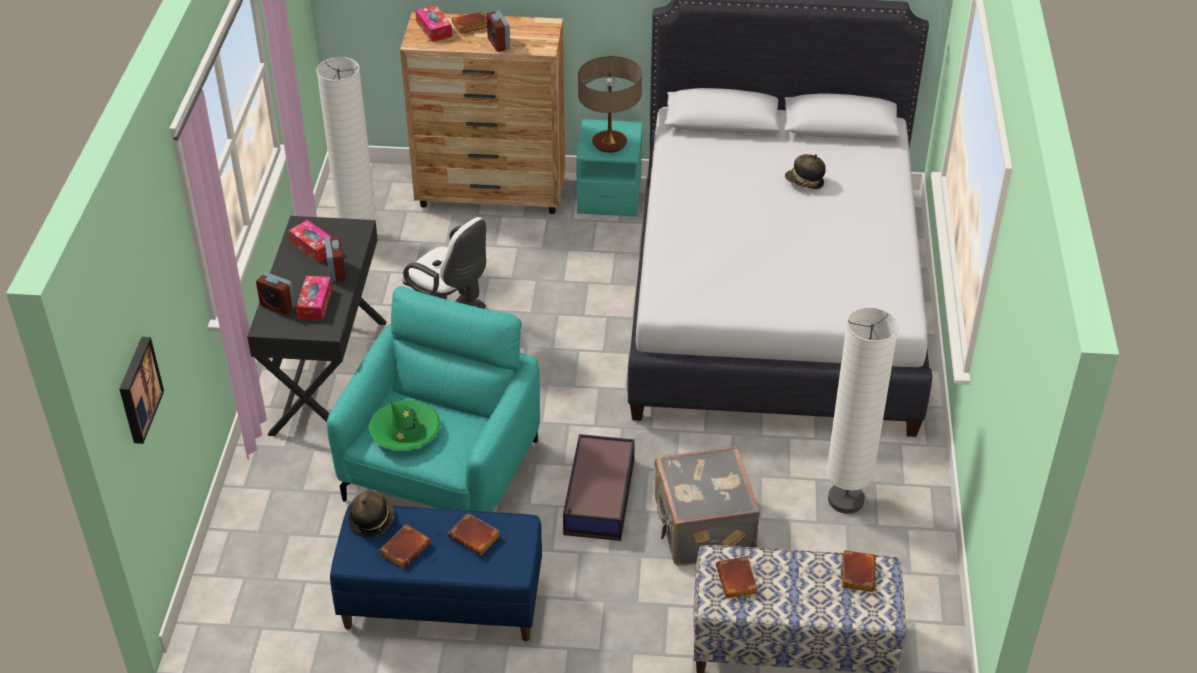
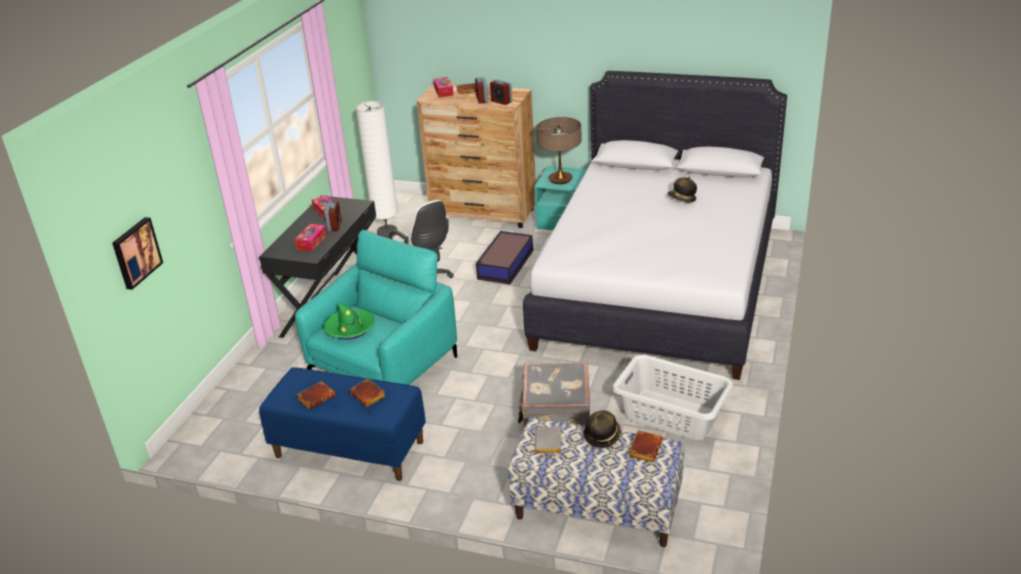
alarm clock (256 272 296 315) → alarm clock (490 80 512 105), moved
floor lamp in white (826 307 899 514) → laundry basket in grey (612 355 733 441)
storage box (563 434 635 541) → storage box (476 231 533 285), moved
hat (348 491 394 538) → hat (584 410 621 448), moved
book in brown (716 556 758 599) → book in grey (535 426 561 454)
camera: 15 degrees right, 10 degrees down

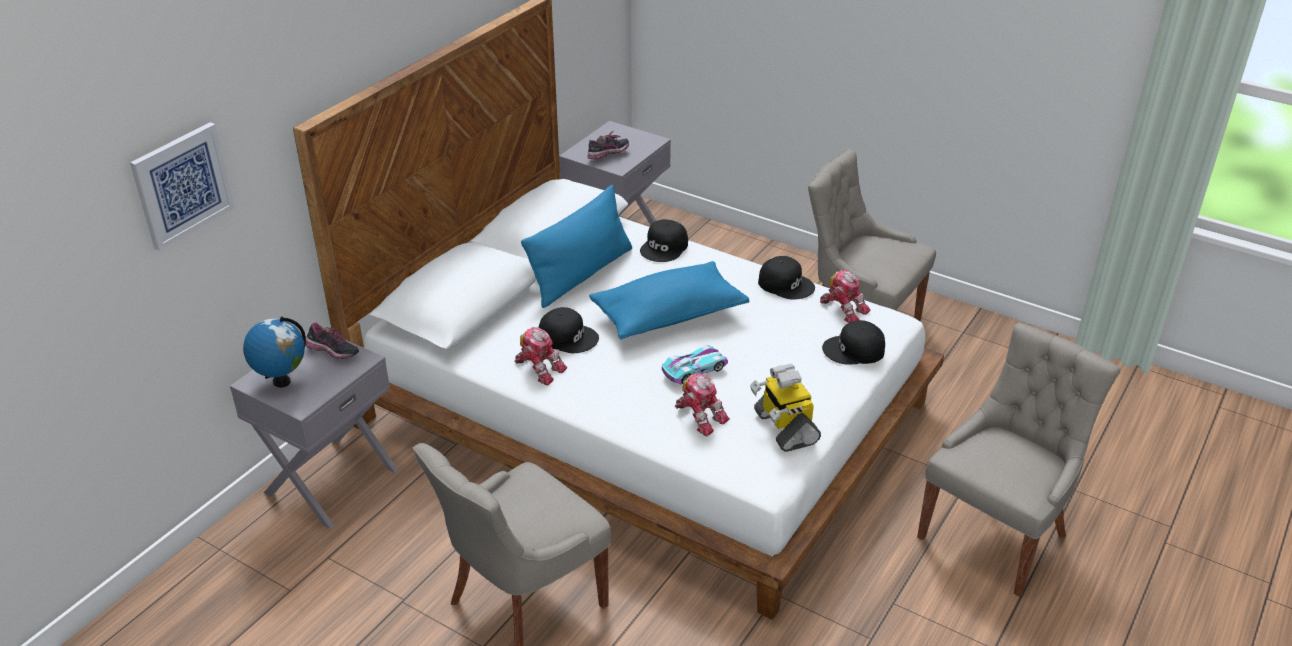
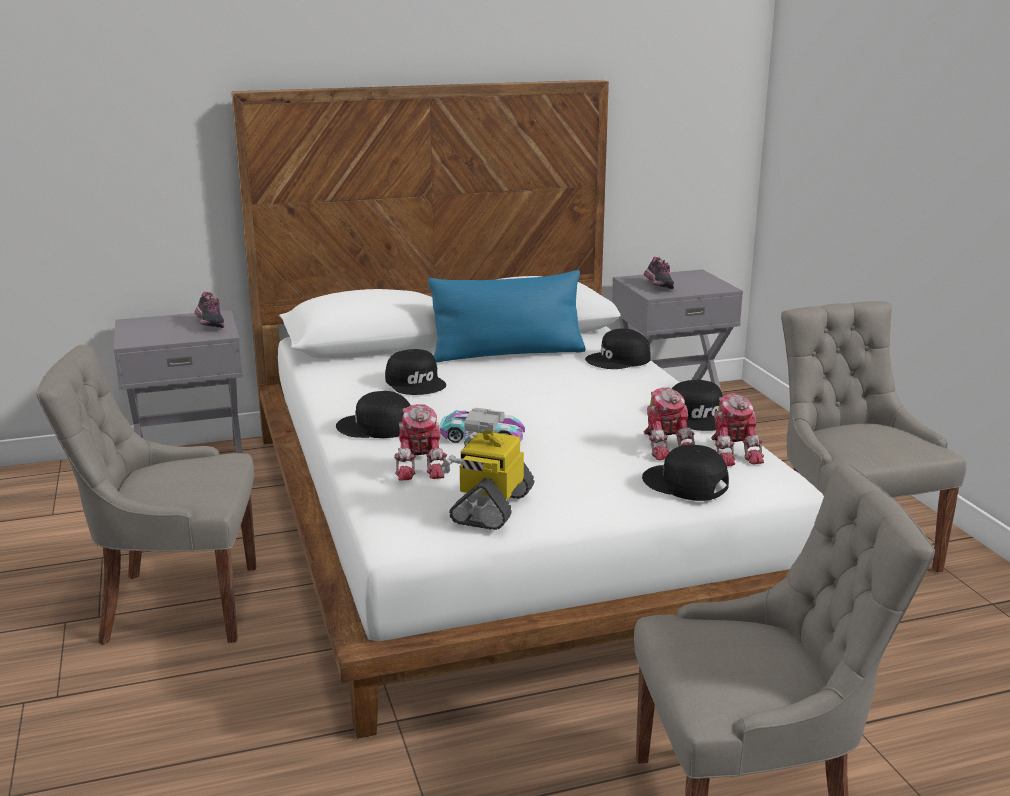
picture (130 122 235 251) → -
shoe (587 131 629 159) → shoe (644 257 674 289), 75 degrees clockwise
pillow in blue (589 261 749 339) → -
globe (243 316 306 388) → -
toy robot (515 327 567 385) → toy robot (644 387 695 460), moved
- → cap in black (336 391 411 438)
camera: 40 degrees right, 15 degrees down

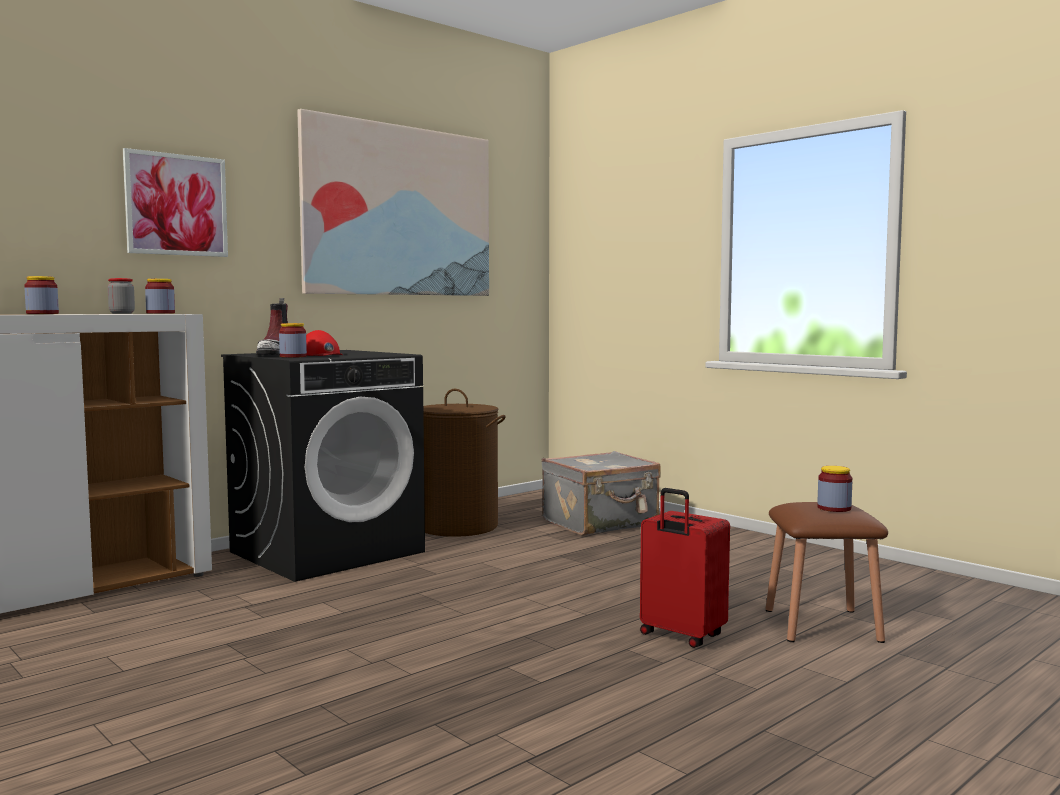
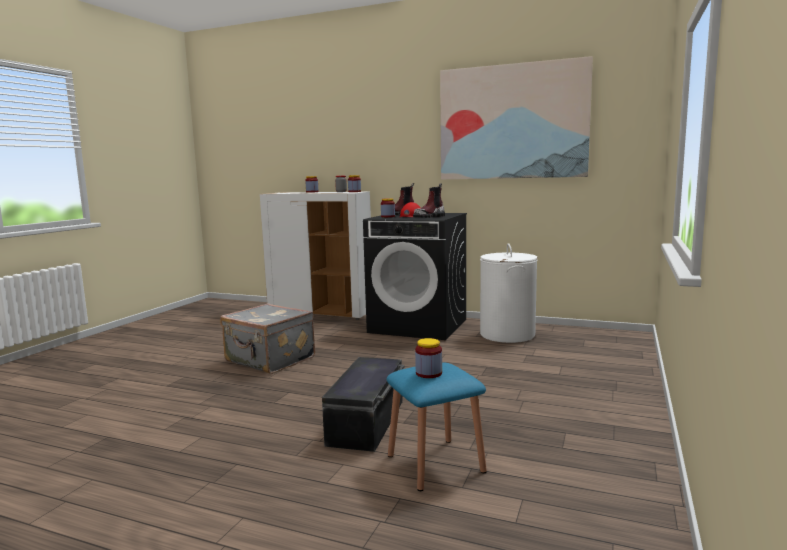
picture (123 148 228 257) → -
laundry basket in brown (423 389 505 537) → laundry basket in white (480 243 538 343)
suitcase in grey (542 451 661 536) → suitcase in grey (220 303 315 374), moved
suitcase in red (640 488 730 648) → storage box in black (322 357 404 452)
stool in brown (766 502 888 643) → stool in blue (387 362 487 491)
- → boot (413 183 445 218)
camera: 65 degrees right, 5 degrees up

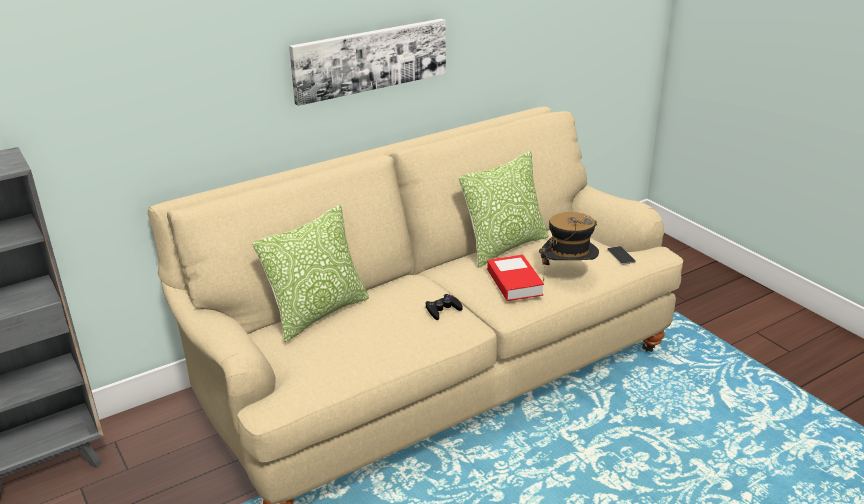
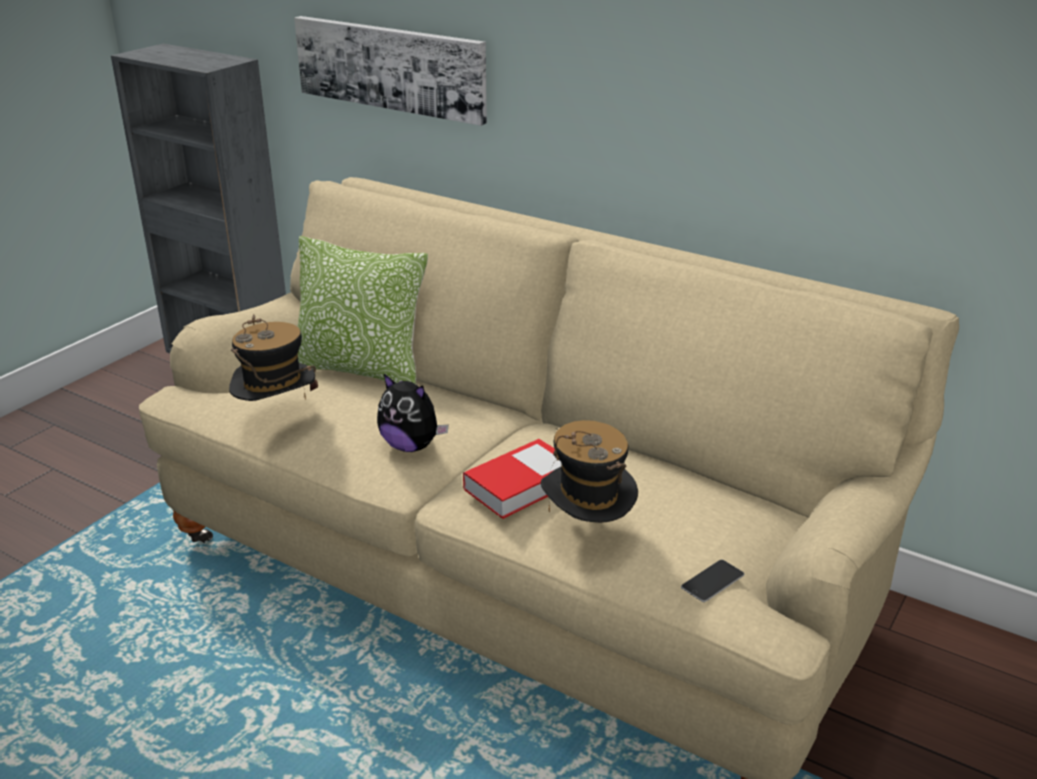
picture (289 19 446 106) → picture (294 16 487 126), moved
pillow (458 151 549 268) → -
game controller in black (425 294 463 320) → plush toy (377 374 449 452)
- → hat (229 314 318 401)
camera: 65 degrees right, 0 degrees up

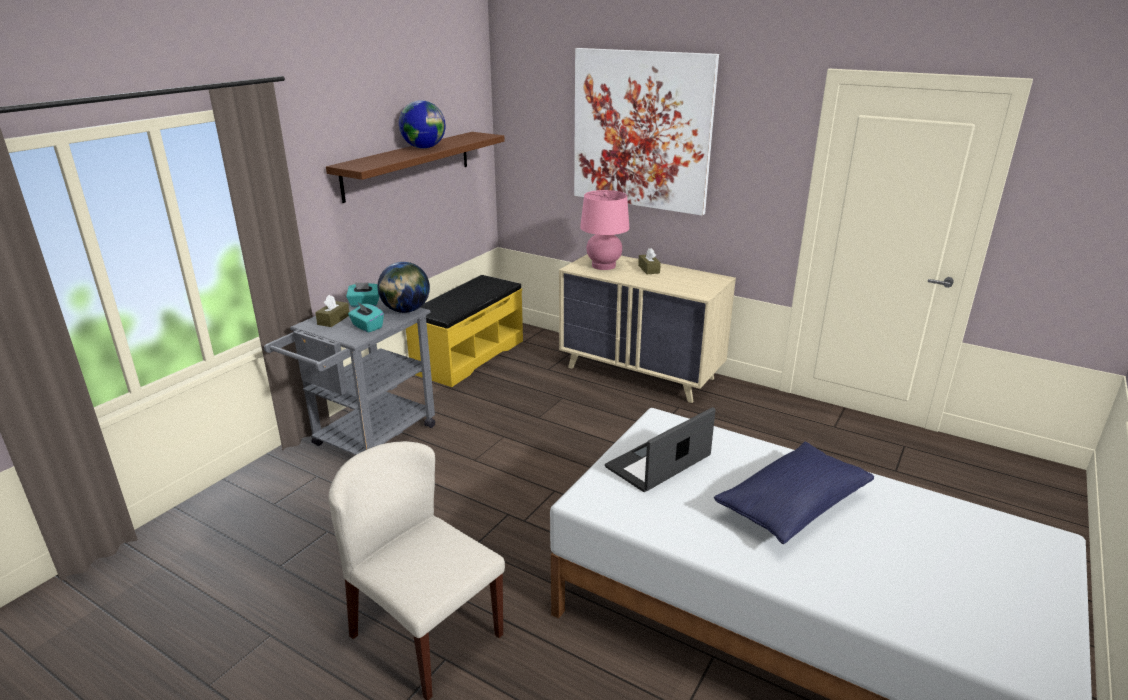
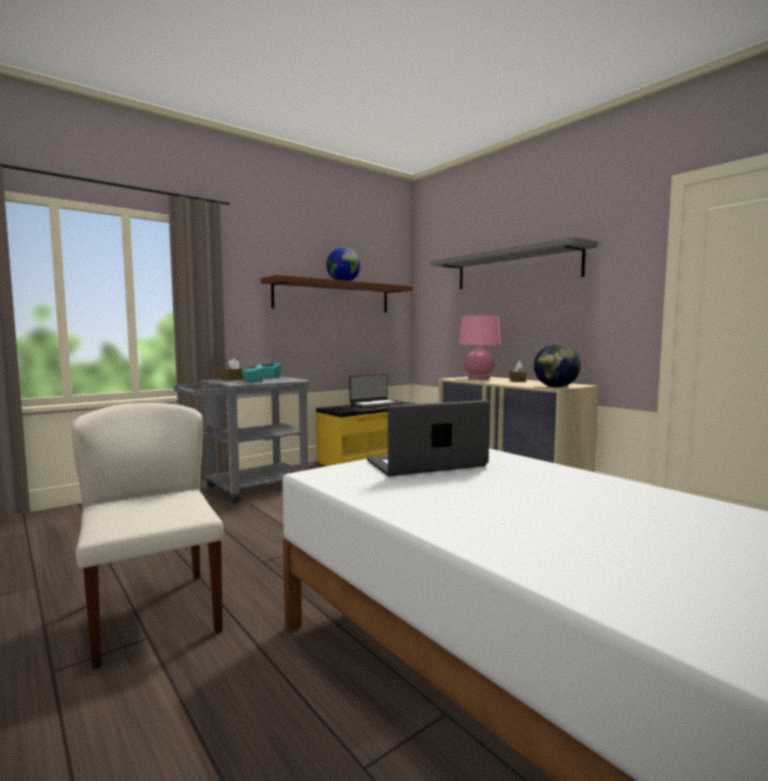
picture (574 48 719 216) → shelf in grey (431 236 597 289)
globe (378 262 430 313) → globe (534 343 581 388), moved
pillow in blue (714 442 874 544) → -
- → laptop (350 374 403 408)
camera: 20 degrees right, 20 degrees down

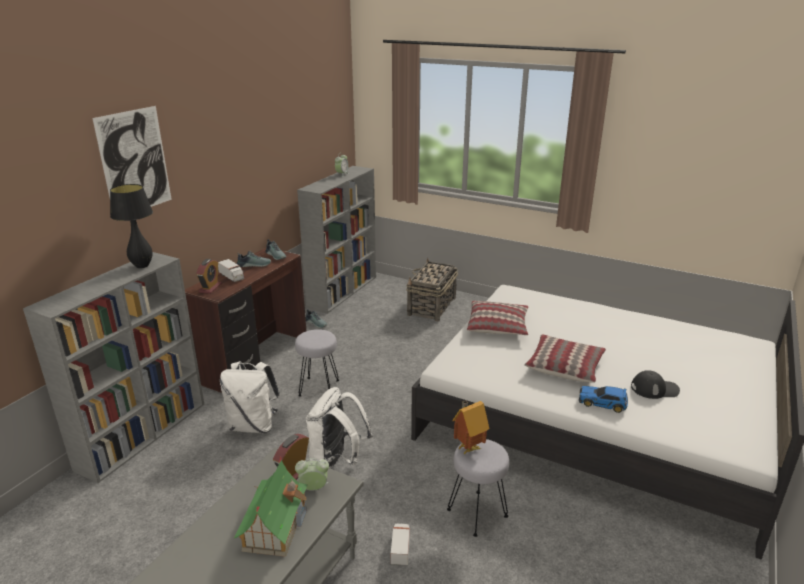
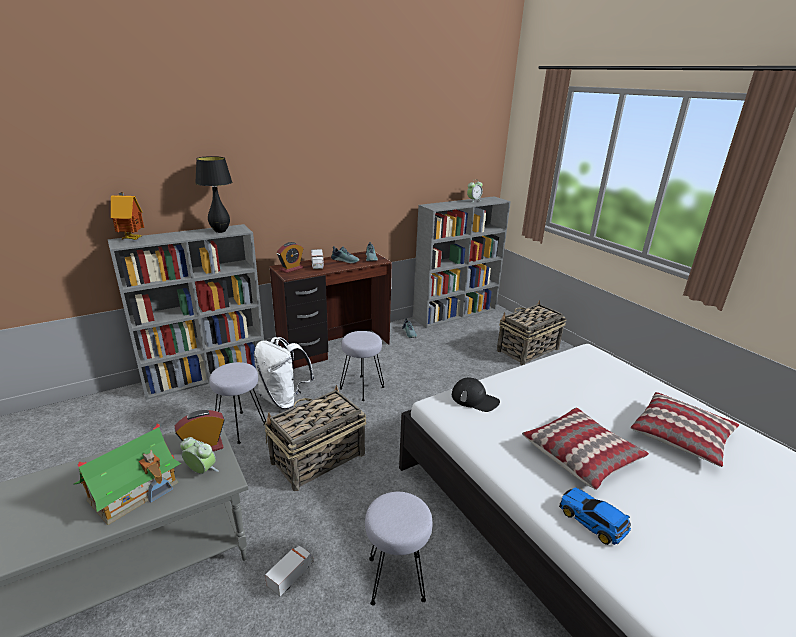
picture (92 106 172 207) → -
pillow (467 301 528 335) → pillow (631 392 739 467), moved
cap in black (631 370 680 399) → cap in black (452 377 500 412), moved
backpack in white (306 387 372 469) → basket (264 385 366 491)
toy house (452 401 490 455) → toy house (111 192 144 240), moved
- → stool in grey (209 362 266 444)
camera: 30 degrees right, 0 degrees up

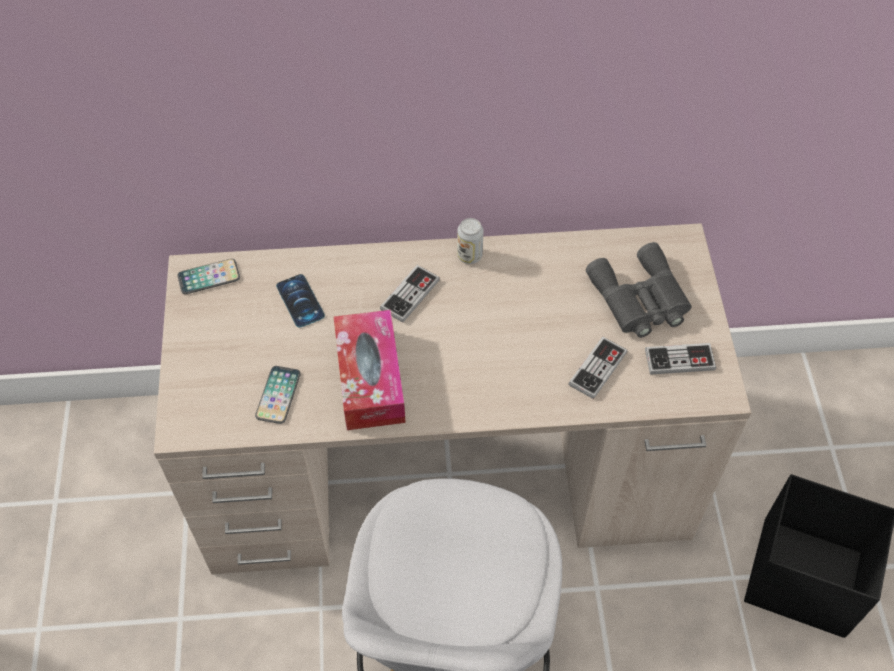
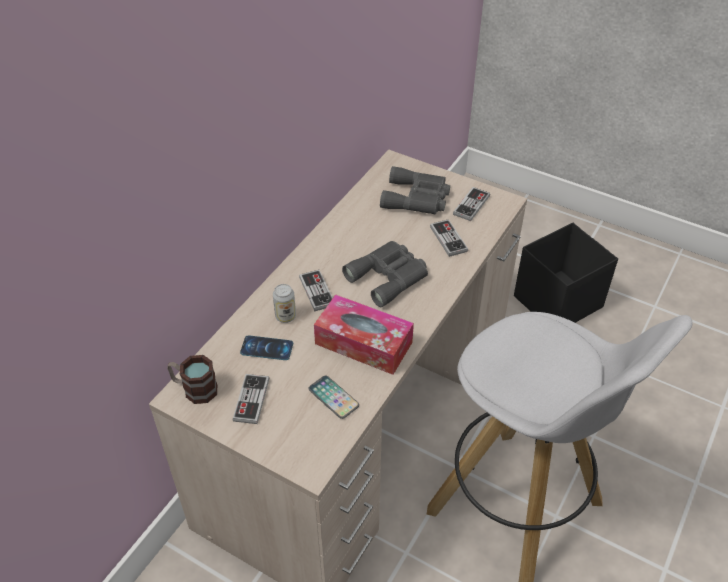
can (457 218 484 264) → can (273 284 296 323), moved
phone (177 259 240 294) → mug (167 355 217 404)
- → binoculars in grey (342 241 428 307)
- → game controller (233 374 269 424)
camera: 55 degrees left, 10 degrees down

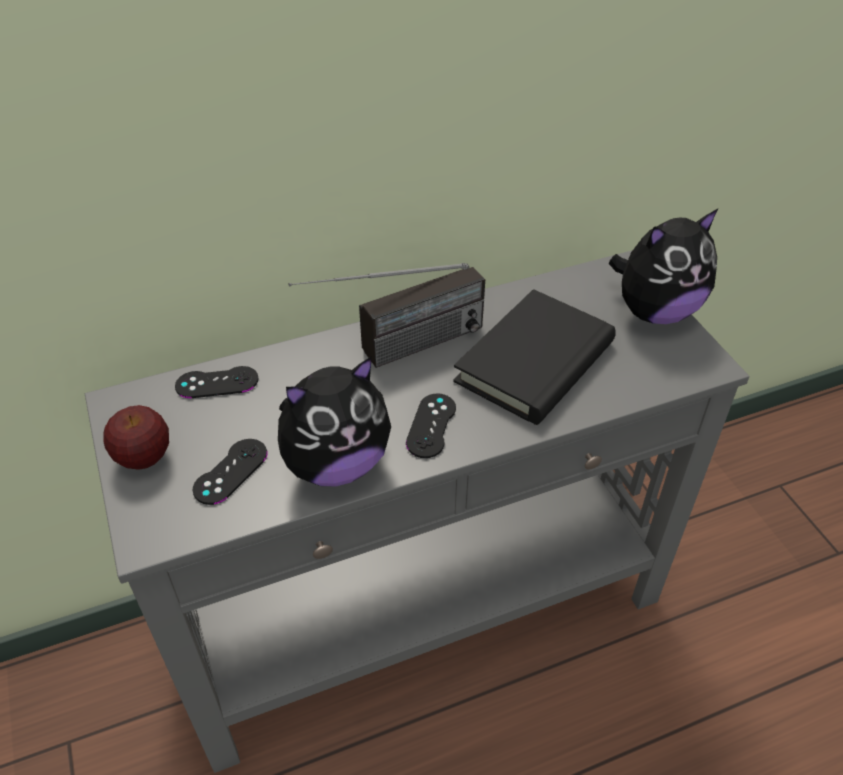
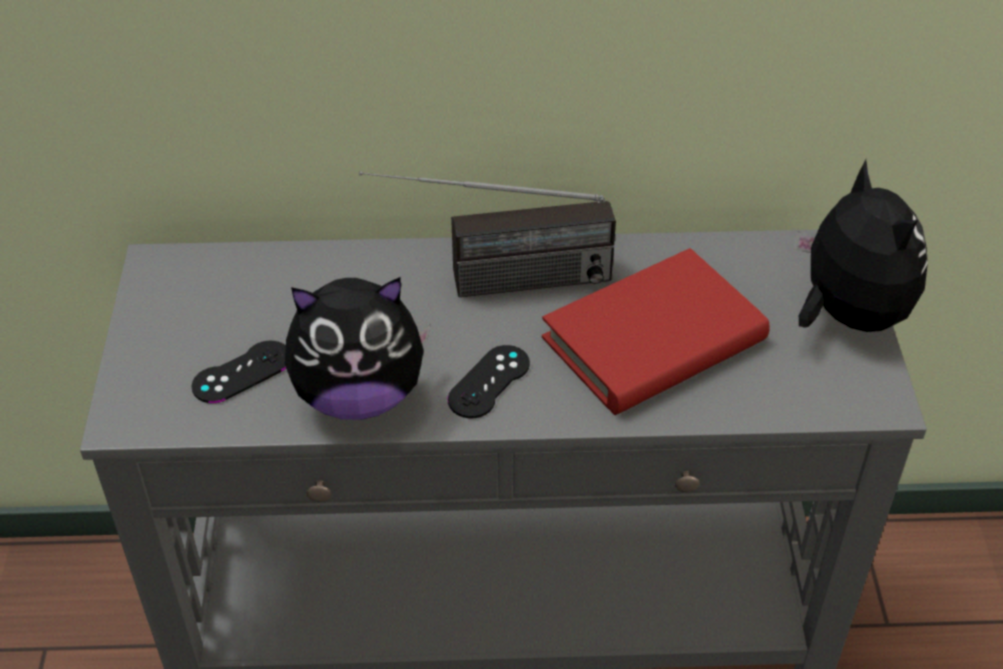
plush toy (609 209 718 324) → plush toy (794 160 928 332), 105 degrees counterclockwise
book in black (453 289 616 425) → book in red (542 248 770 415)
game controller in black (175 366 259 398) → -
apple (103 405 169 470) → -
camera: 20 degrees right, 0 degrees up

